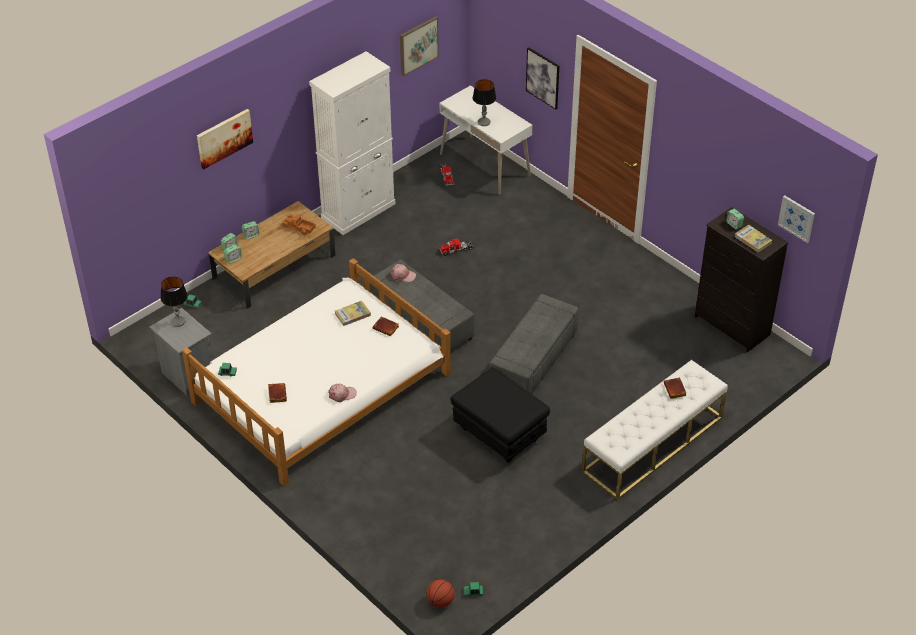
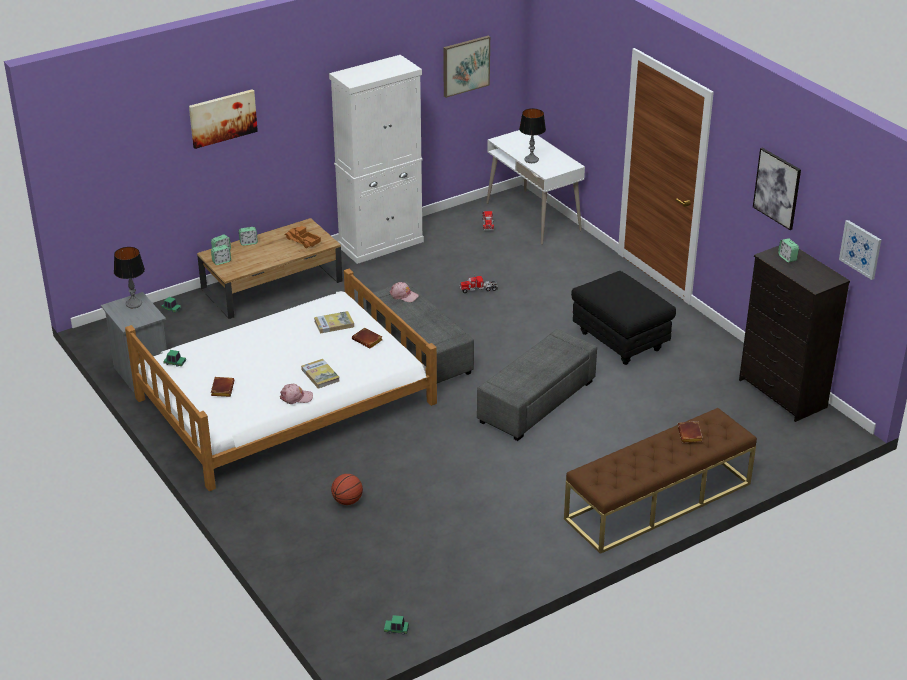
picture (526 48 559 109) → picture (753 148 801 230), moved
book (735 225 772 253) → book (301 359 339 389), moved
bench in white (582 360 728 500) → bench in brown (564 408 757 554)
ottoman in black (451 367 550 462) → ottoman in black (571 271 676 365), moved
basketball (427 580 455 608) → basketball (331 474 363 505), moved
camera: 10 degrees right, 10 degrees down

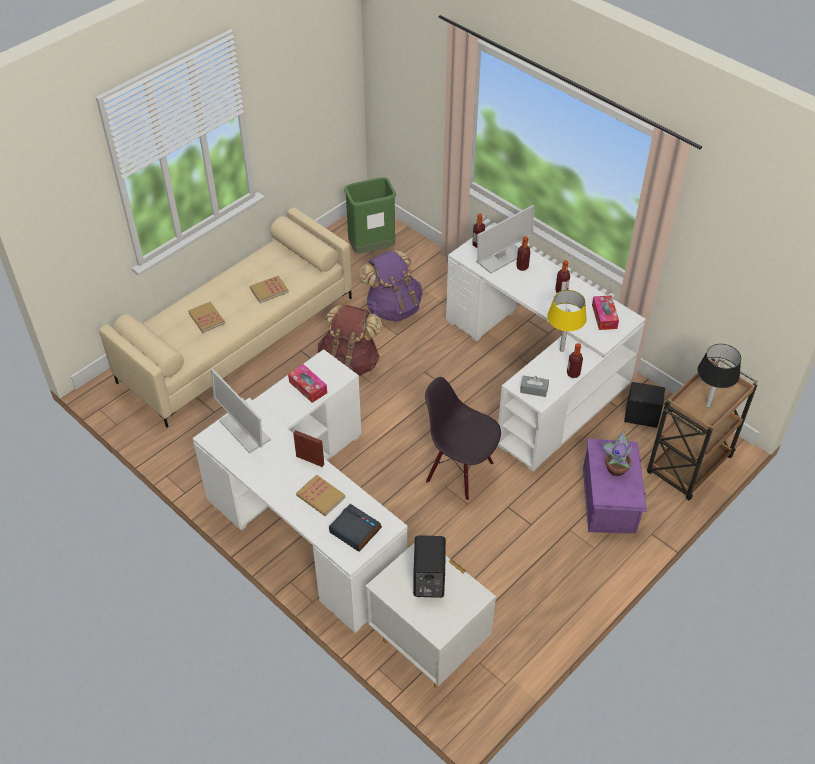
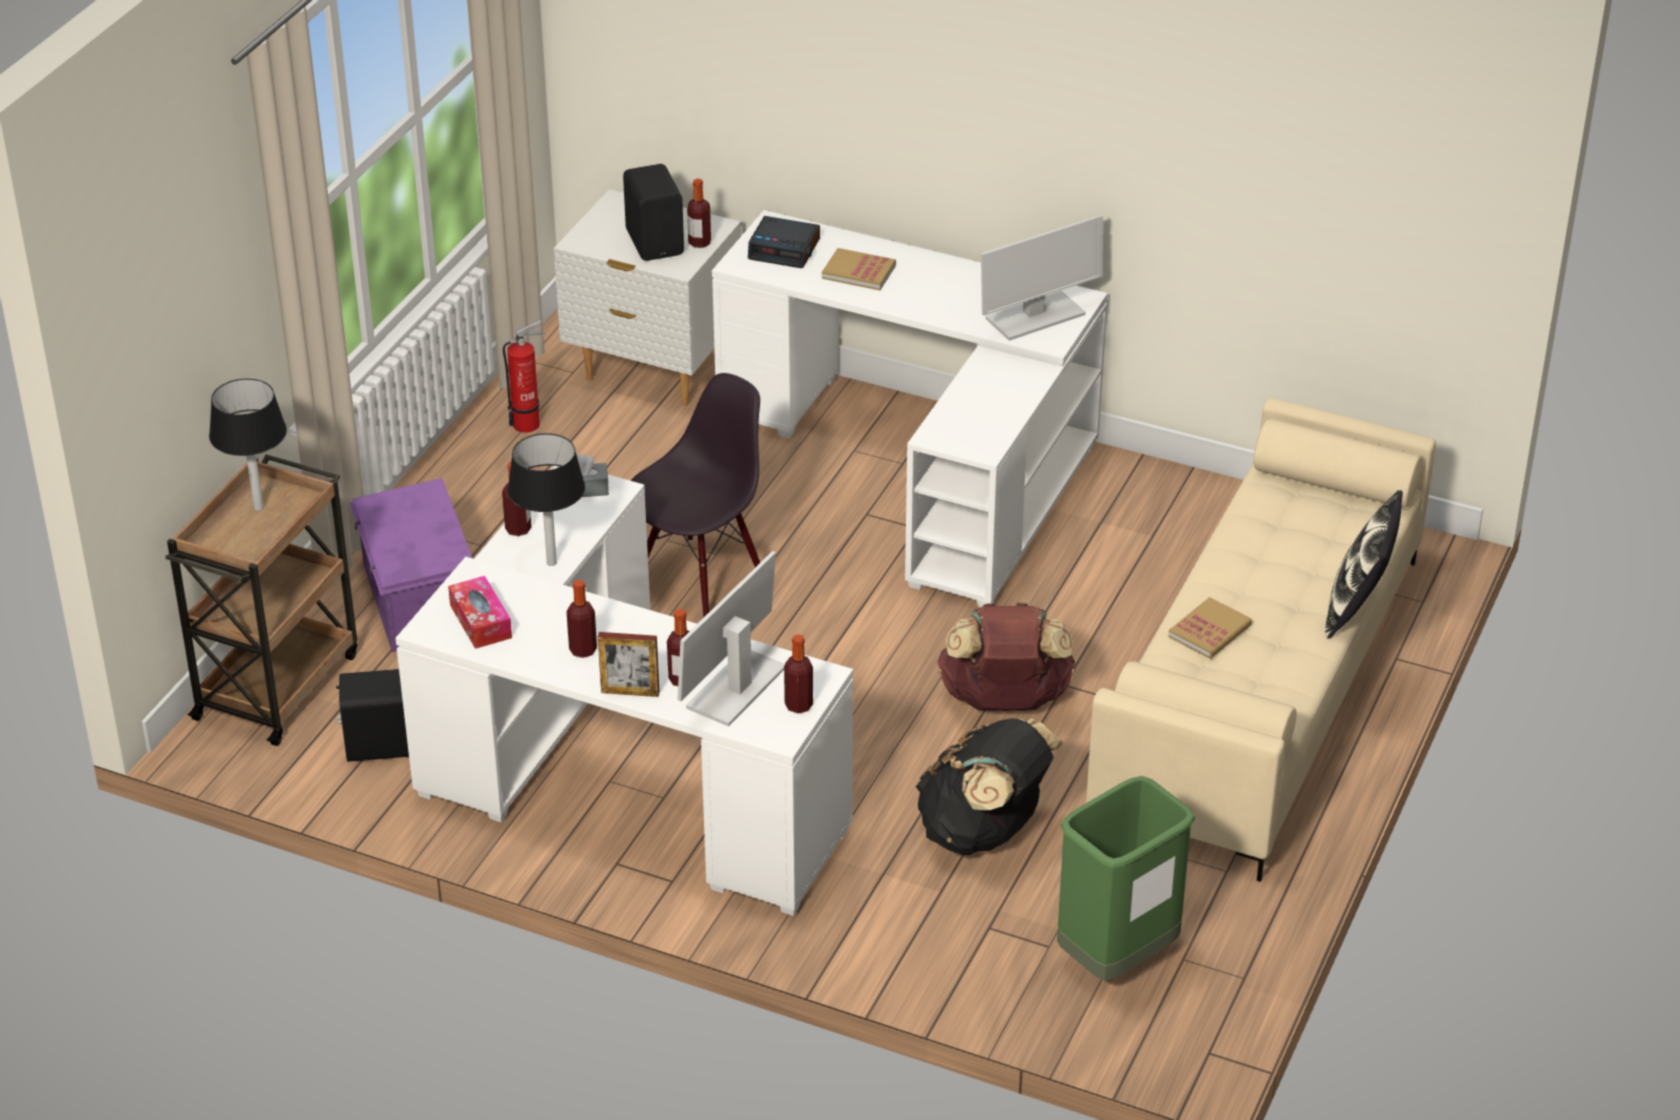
backpack in purple (359 250 423 322) → backpack in black (916 718 1063 855)
table lamp in yellow (547 290 587 352) → table lamp in black (507 433 585 566)
book (188 302 225 333) → -
tissue box (288 364 327 403) → -
monitor (211 369 271 453) → monitor (981 215 1103 341), 120 degrees clockwise
chair in black (425 377 501 501) → chair in black (630 373 760 617), 60 degrees counterclockwise
picture frame (293 430 324 467) → picture frame (598 632 659 697), moved
potted plant (601 430 632 476) → -
- → bottle (687 179 711 248)
- → fire extinguisher (503 320 545 433)
- → pillow (1325 490 1403 639)
camera: 160 degrees right, 10 degrees down

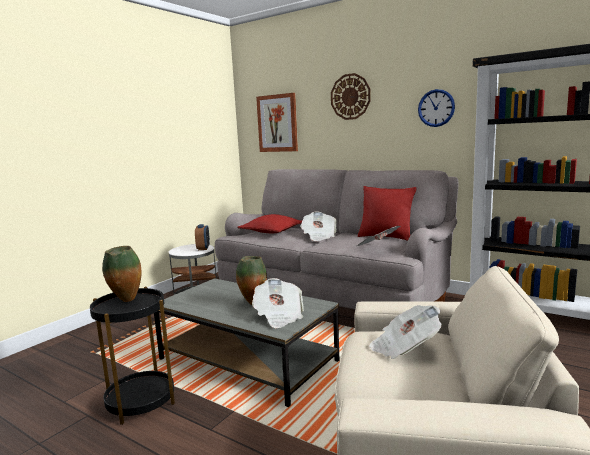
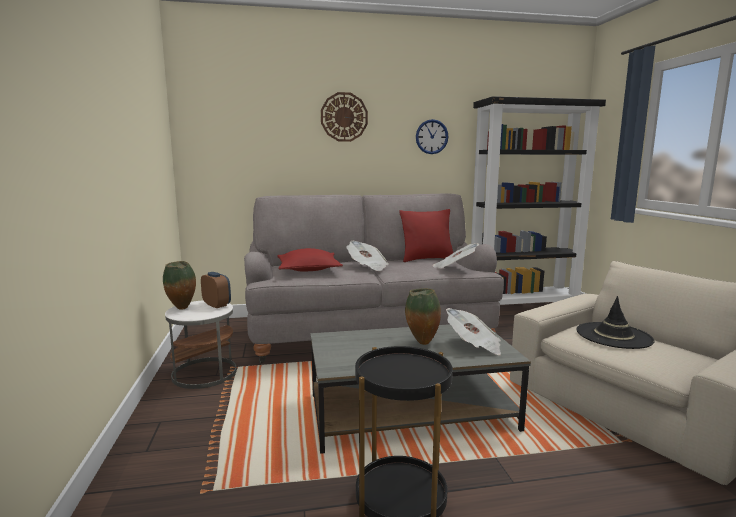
picture (256 93 298 152) → -
vase (102 246 142 302) → vase (163 261 196 310), moved
newspaper (369 305 442 359) → hat in black (576 296 654 349)
camera: 45 degrees left, 0 degrees up

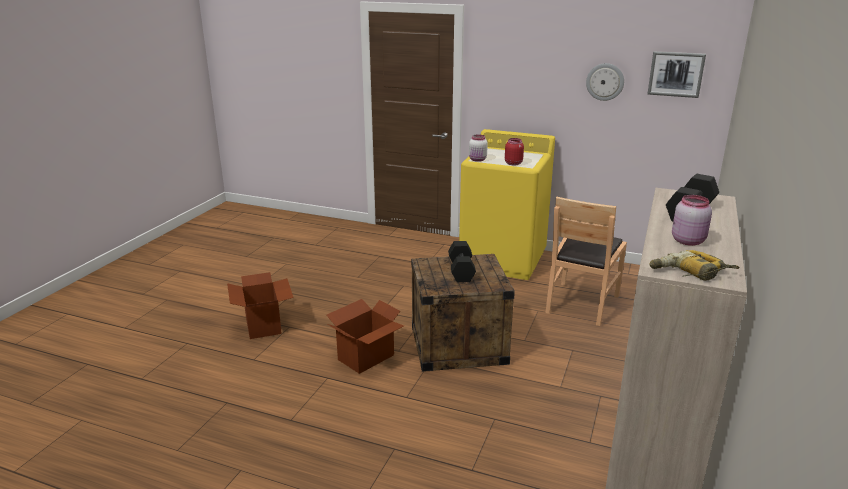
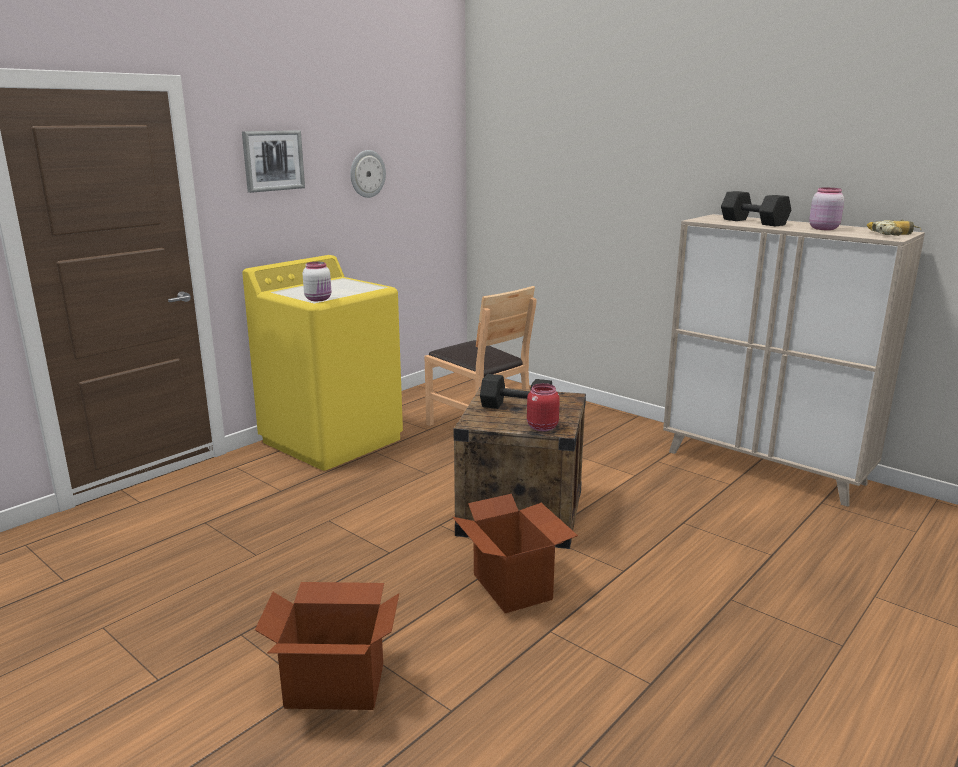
picture (648 51 706 98) → picture (242 130 305 193), moved
jar in red (505 138 524 166) → jar in red (527 383 560 431), moved
camera: 70 degrees left, 5 degrees down

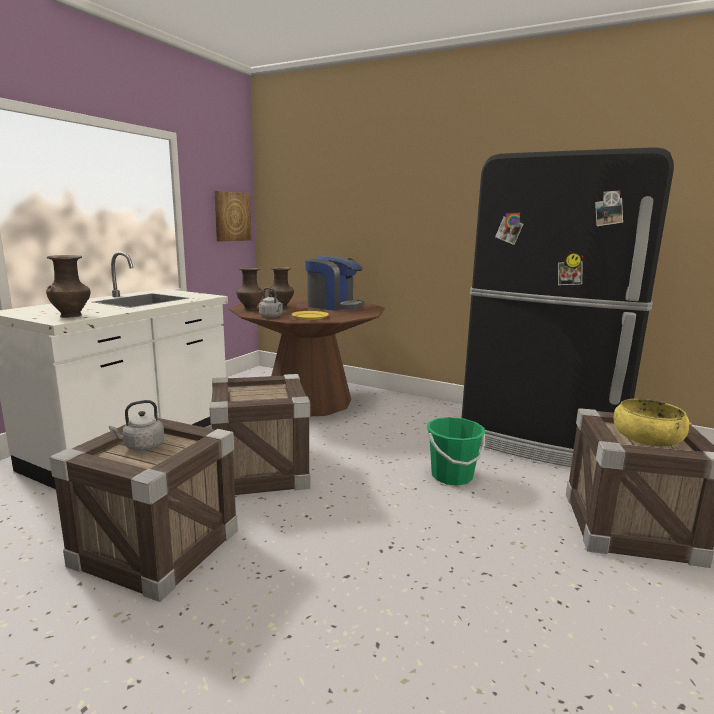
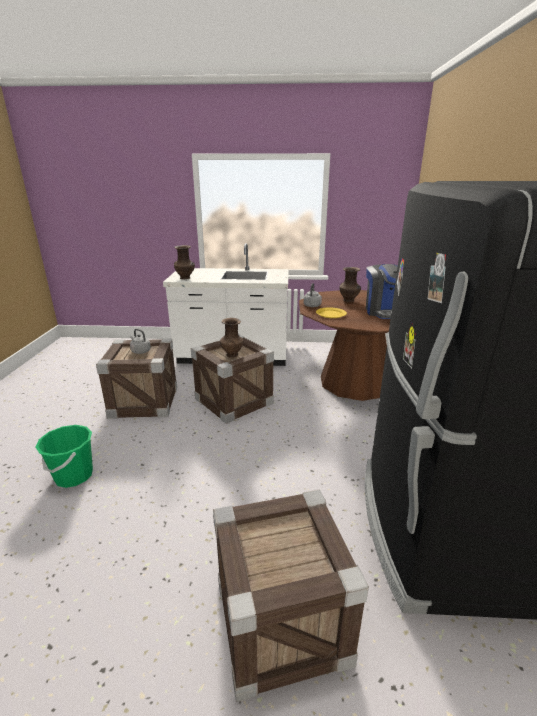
picture (215 191 252 241) → -
vase in brown (236 268 263 310) → vase in brown (220 318 244 358), moved
bowl in yellow (613 399 689 446) → -
bucket in green (427 417 485 486) → bucket in green (35 425 93 488), moved
camera: 65 degrees right, 10 degrees up

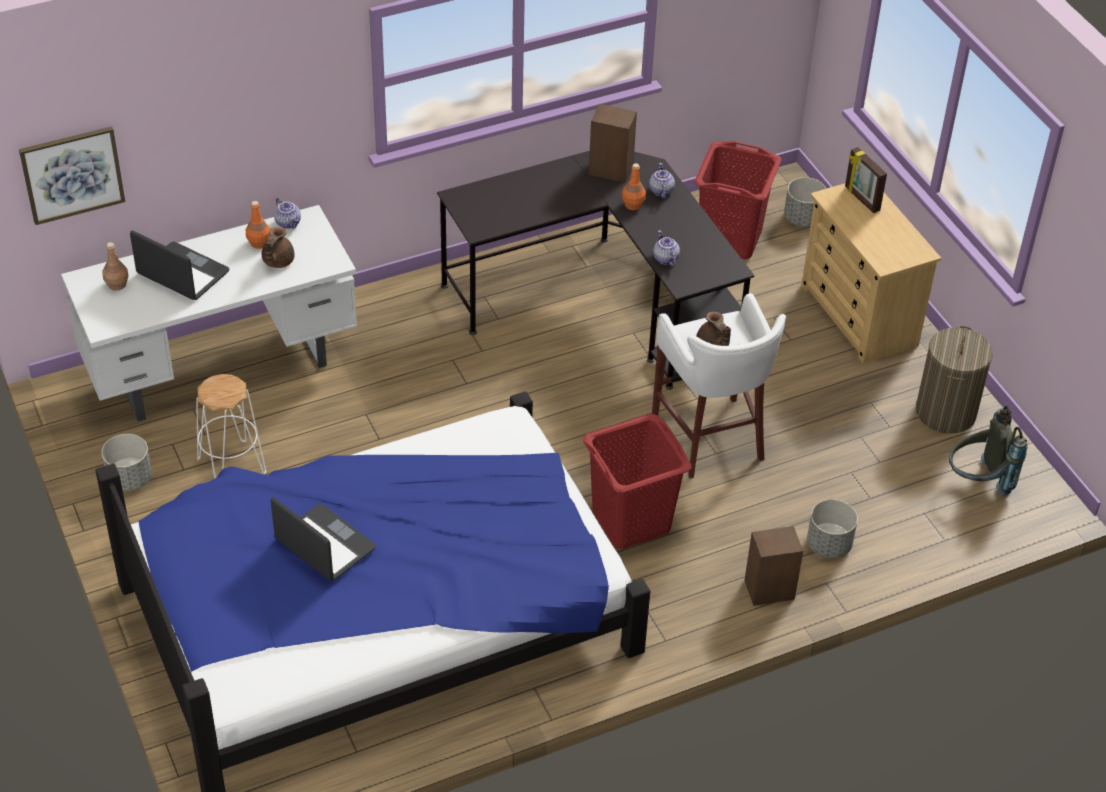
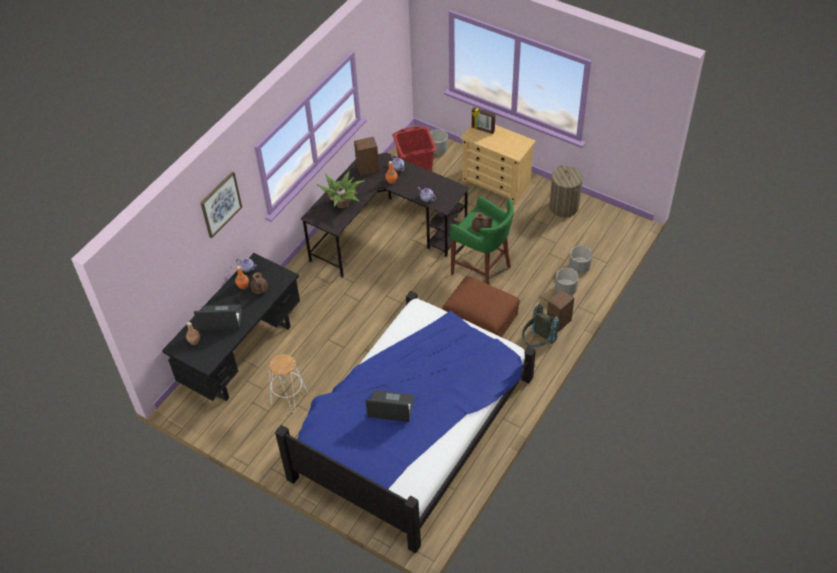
picture (19 126 125 225) → picture (201 171 242 238), moved
desk in white (61 205 357 421) → desk in black (162 253 300 401)
stool in white (652 293 786 479) → stool in green (450 196 514 285)
backpack in grey (949 406 1028 495) → backpack in grey (522 304 559 347), moved
laundry basket in red (583 414 692 549) → ottoman in brown (443 276 520 337)
planter in grey (101 434 152 491) → planter in grey (569 246 592 274), moved
- → potted plant (317 171 364 208)
camera: 30 degrees left, 5 degrees up

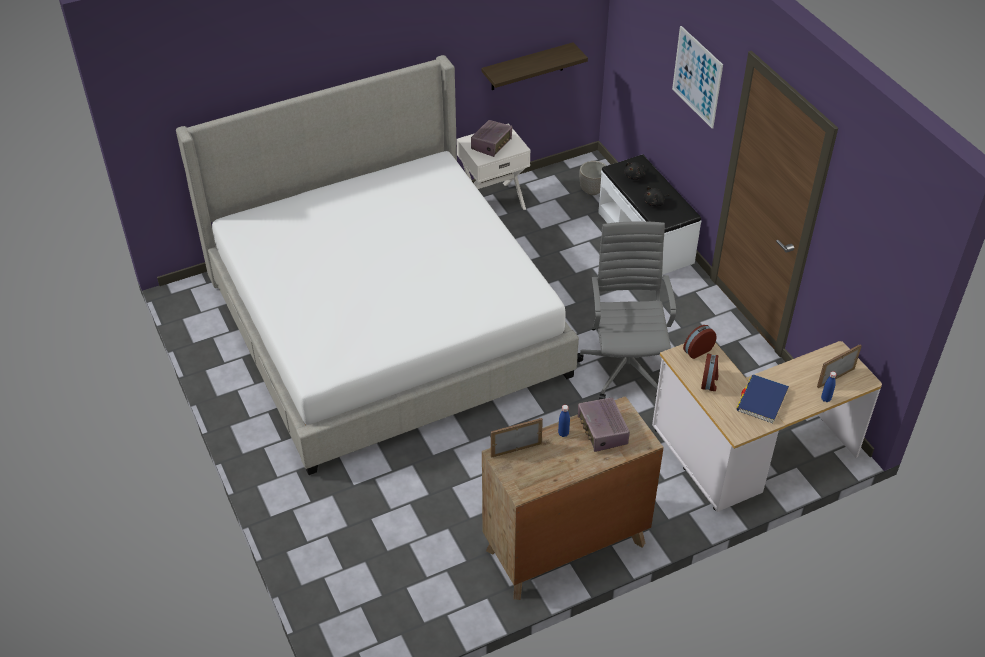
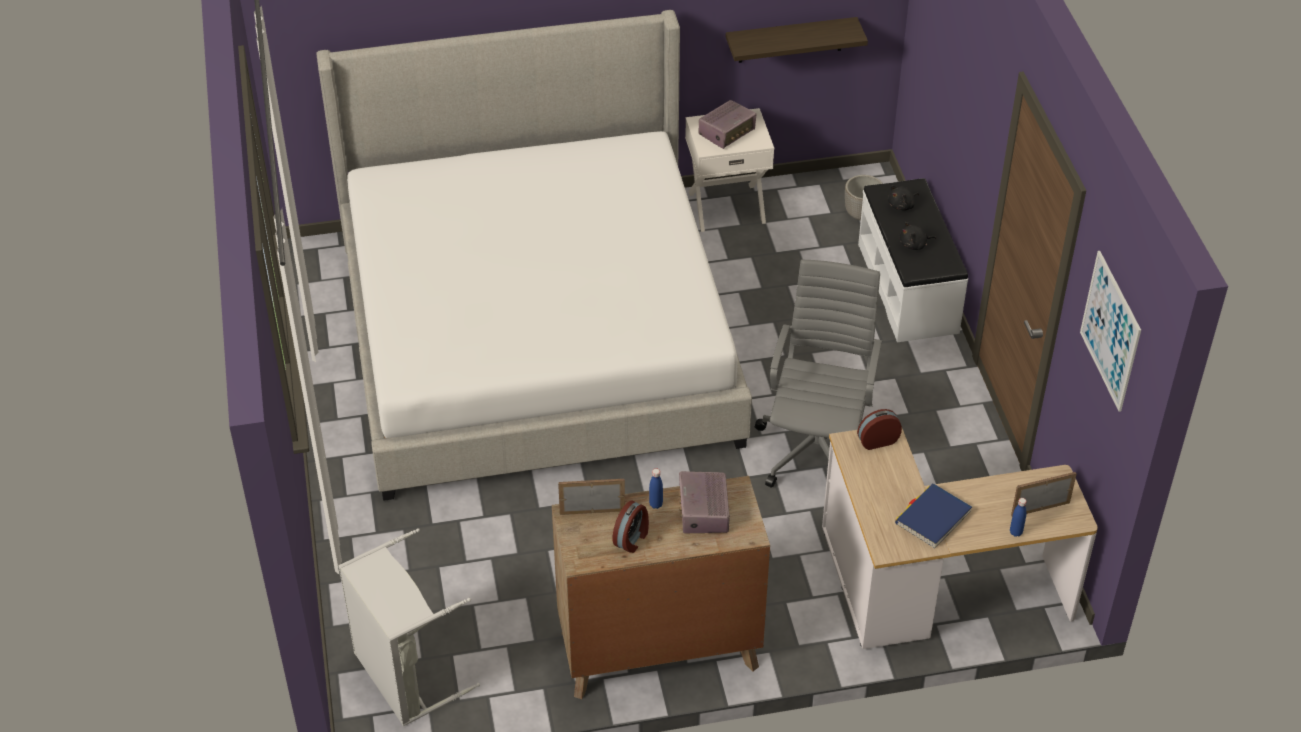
picture (672 26 723 129) → picture (1080 251 1141 412), moved
alarm clock (701 354 718 391) → alarm clock (613 501 649 553), moved
- → laundry basket in grey (338 528 480 726)
camera: 15 degrees right, 0 degrees up

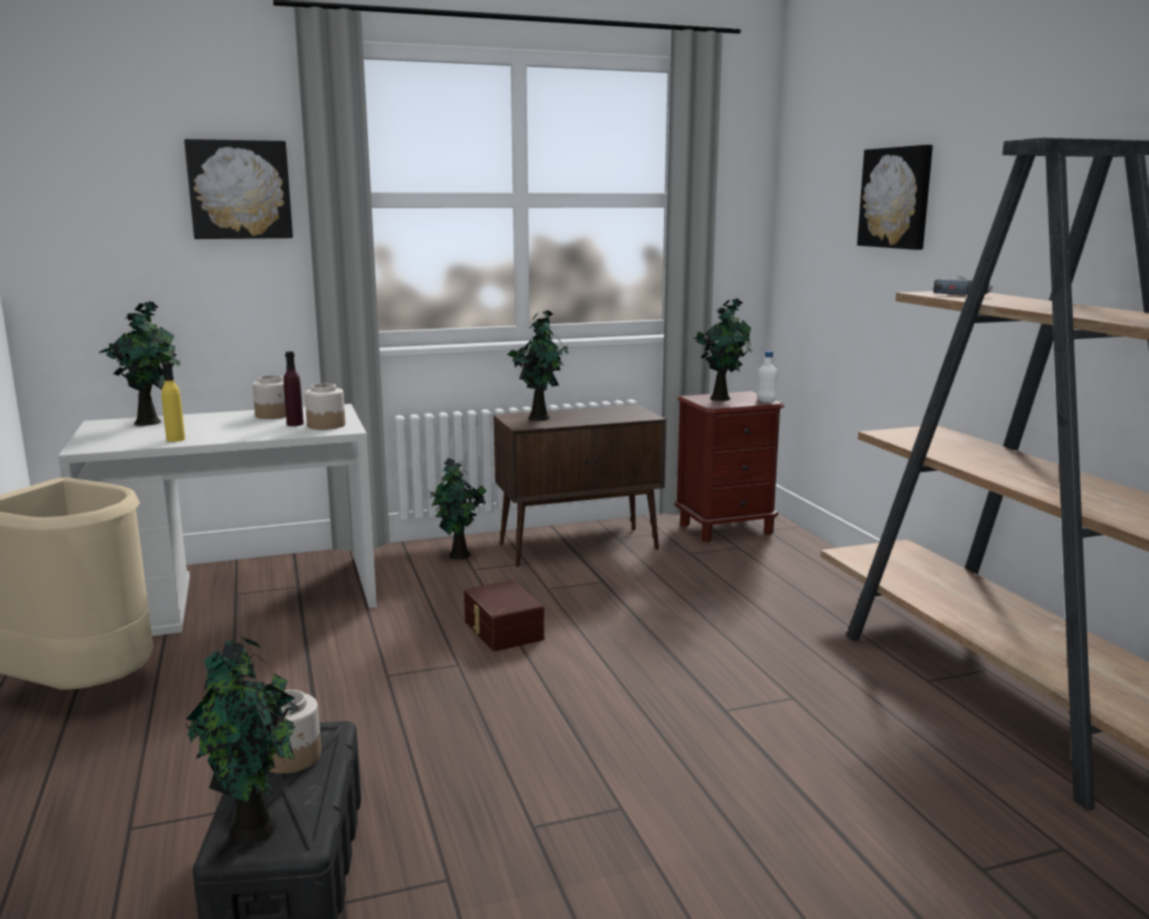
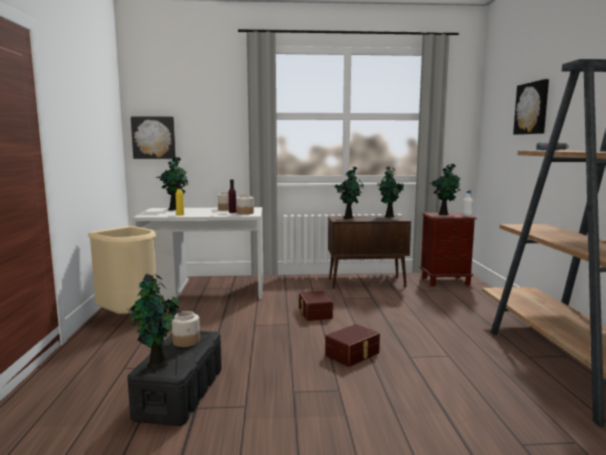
picture (184 139 293 239) → picture (131 116 176 159), moved
potted plant (428 458 487 559) → potted plant (377 167 404 217), moved
- → storage box in brown (325 324 380 367)
camera: 15 degrees right, 5 degrees down

